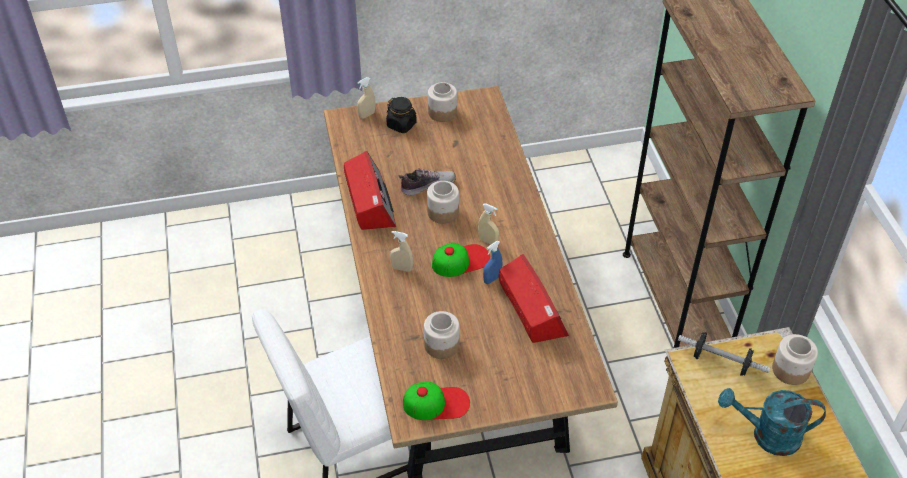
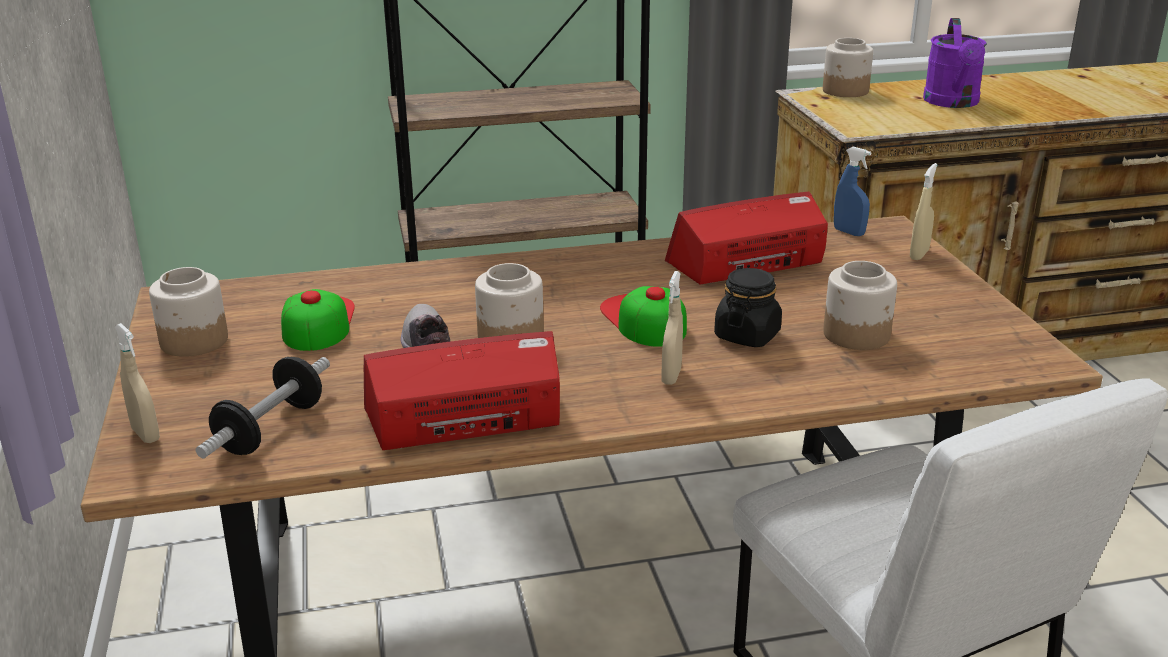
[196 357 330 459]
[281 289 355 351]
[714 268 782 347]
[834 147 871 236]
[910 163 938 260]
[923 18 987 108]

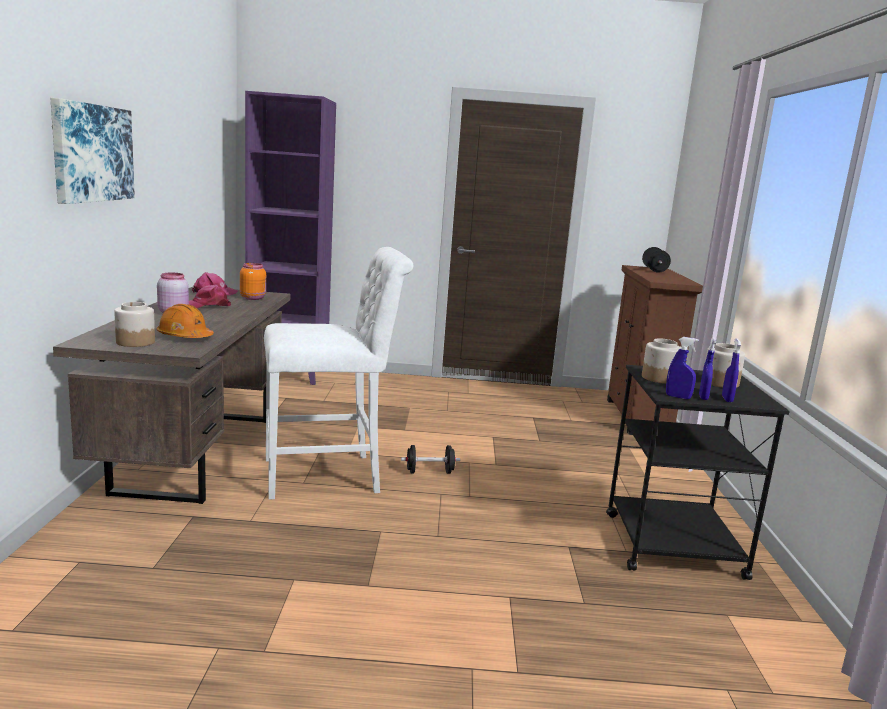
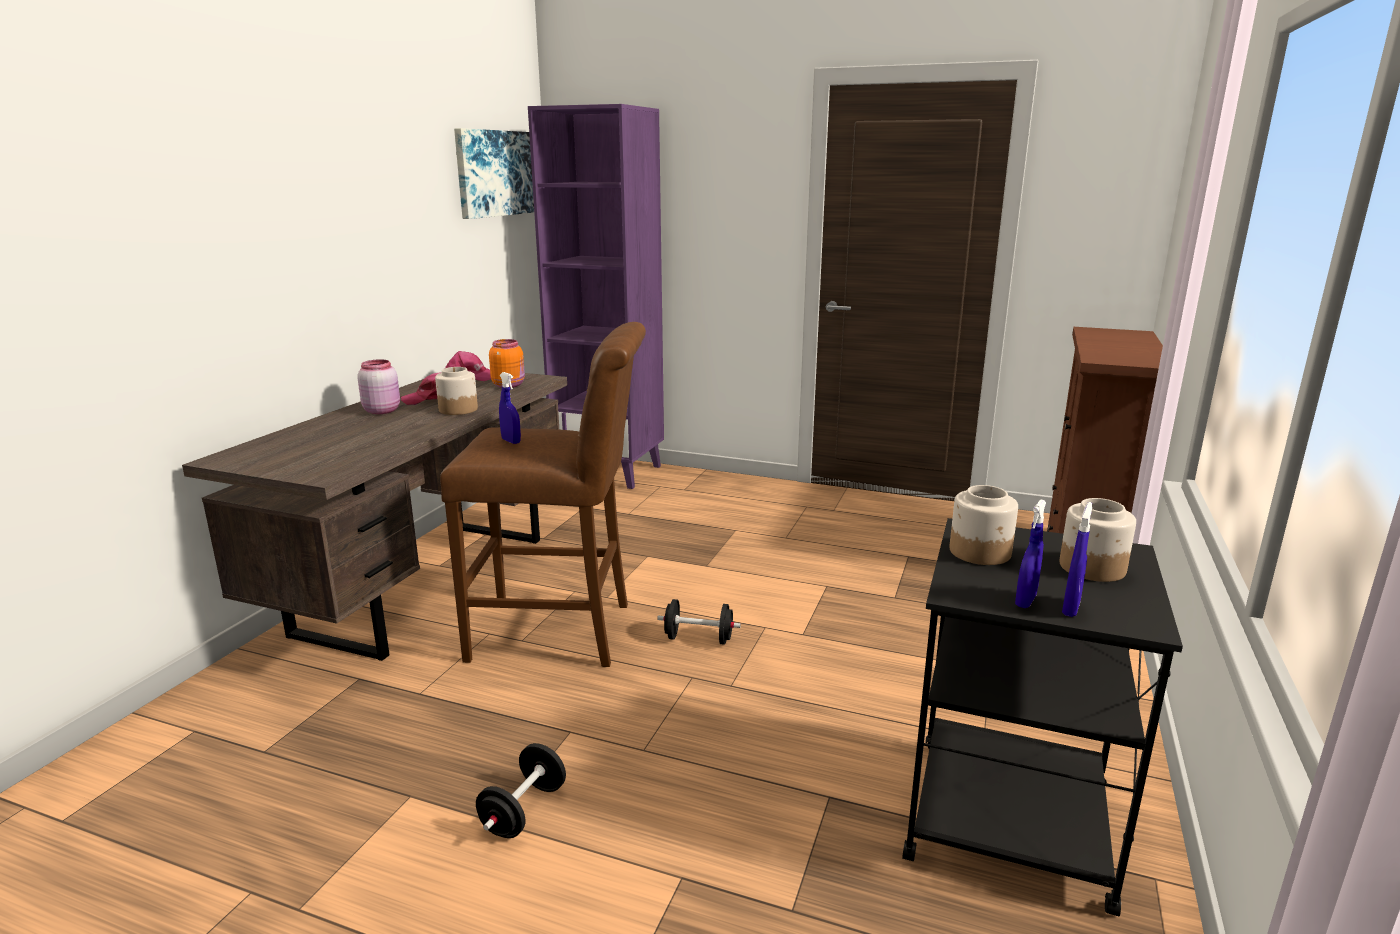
[435 367 478 415]
[440 322 646 667]
[454 128 534 219]
[476 743 566 838]
[499 372 521 444]
[157 304 214 338] (first image)

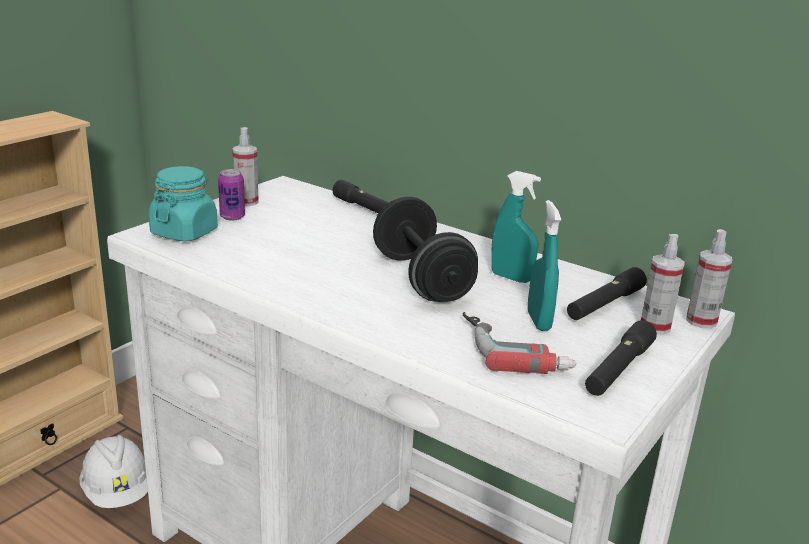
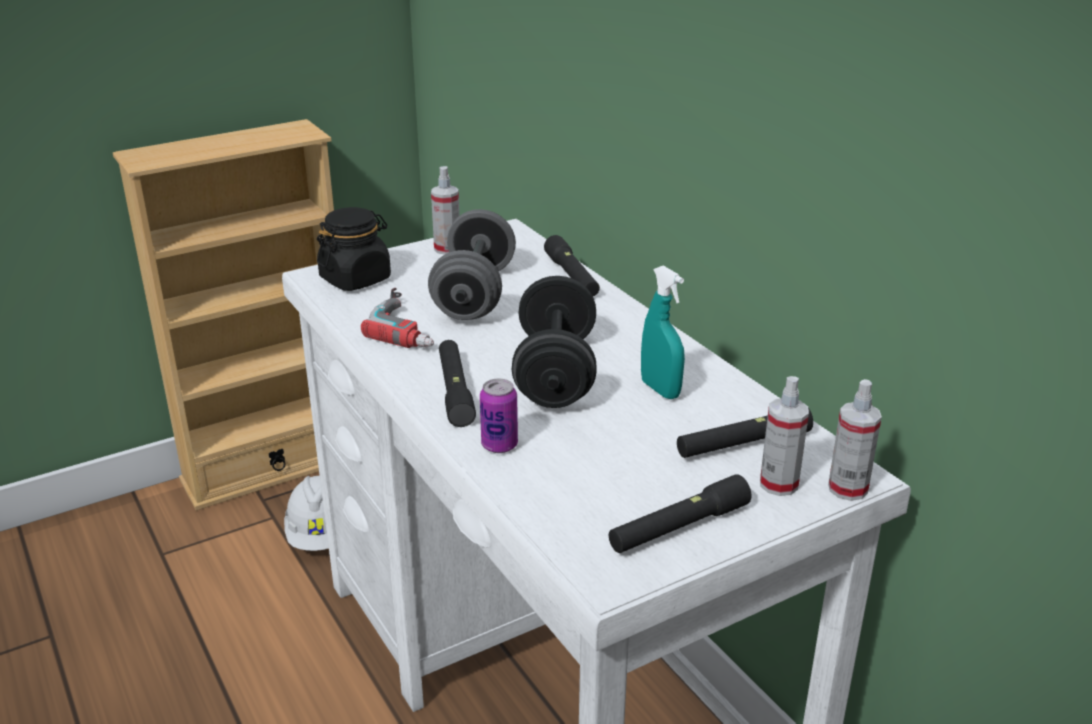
[317 207 391 291]
[361 288 434 348]
[428 209 516 320]
[439 340 476 427]
[480 379 518 453]
[528 200 561 331] (first image)

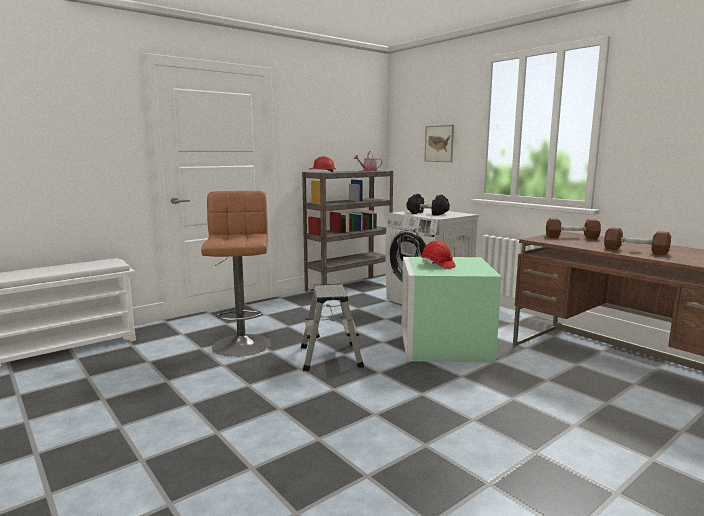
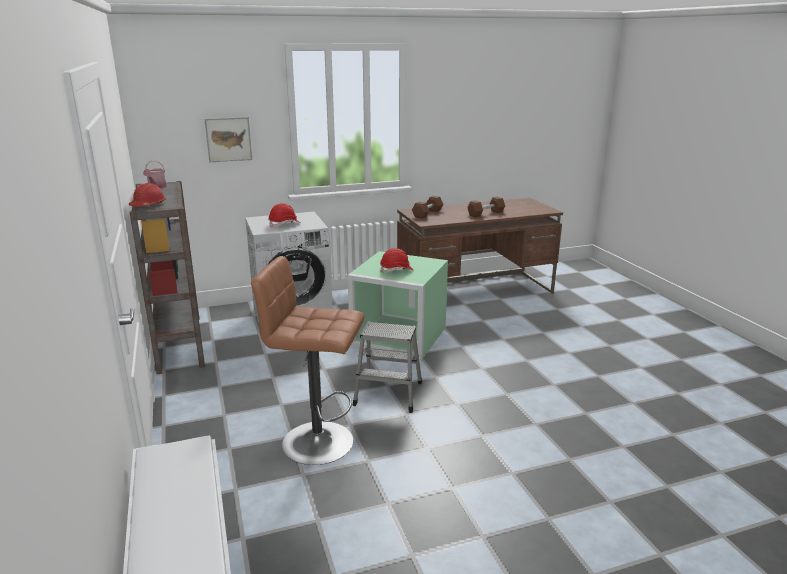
[268 203 299 227]

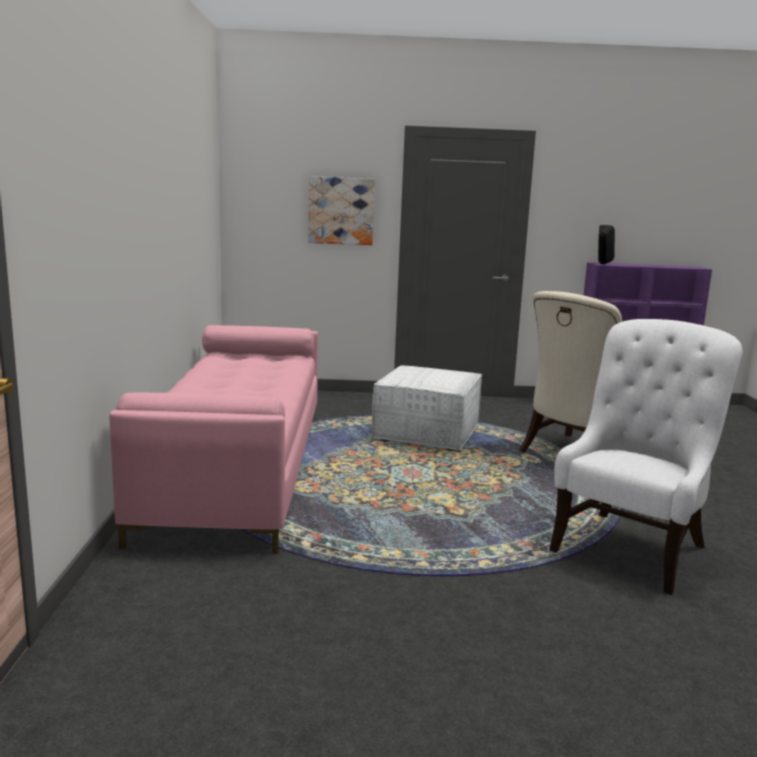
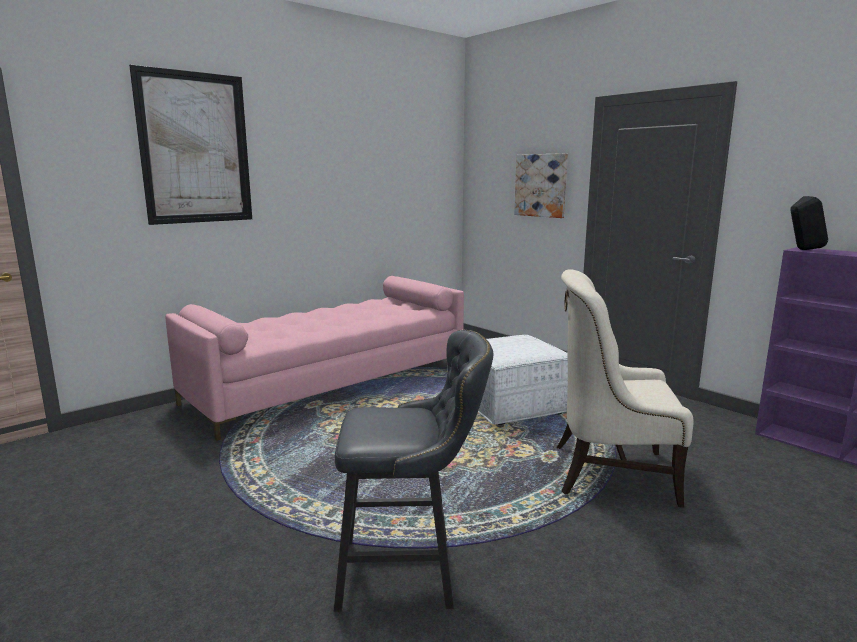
[129 65 252 225]
[334 330 493 612]

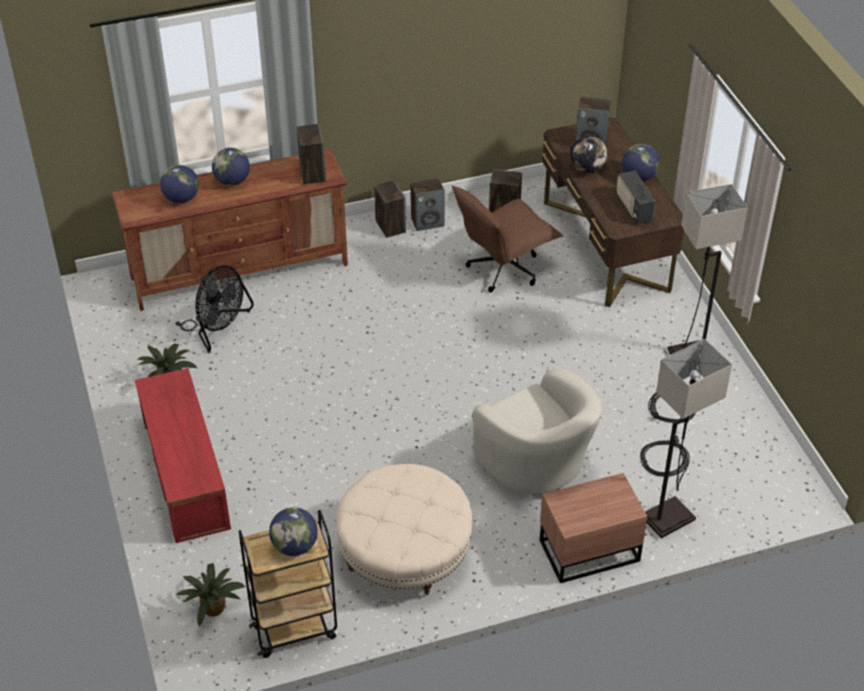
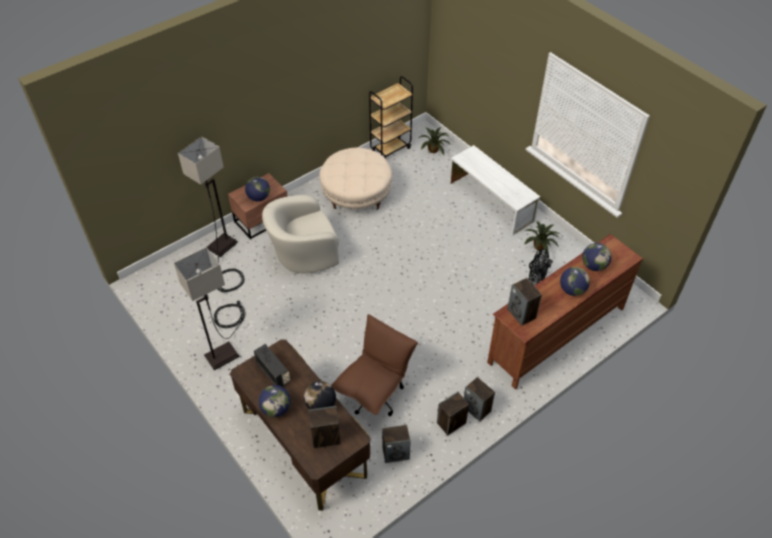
[245 177 270 201]
[262 195 339 273]
[449 145 540 236]

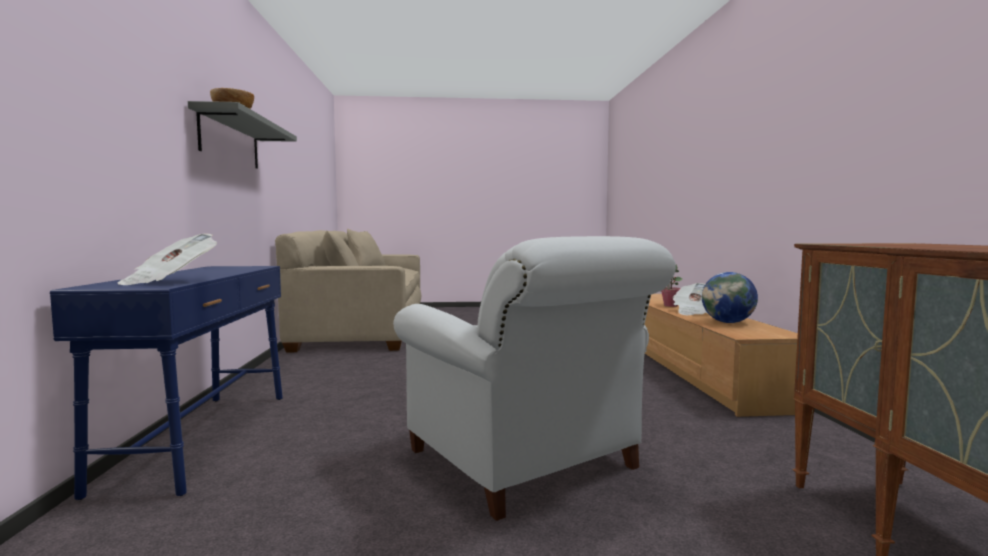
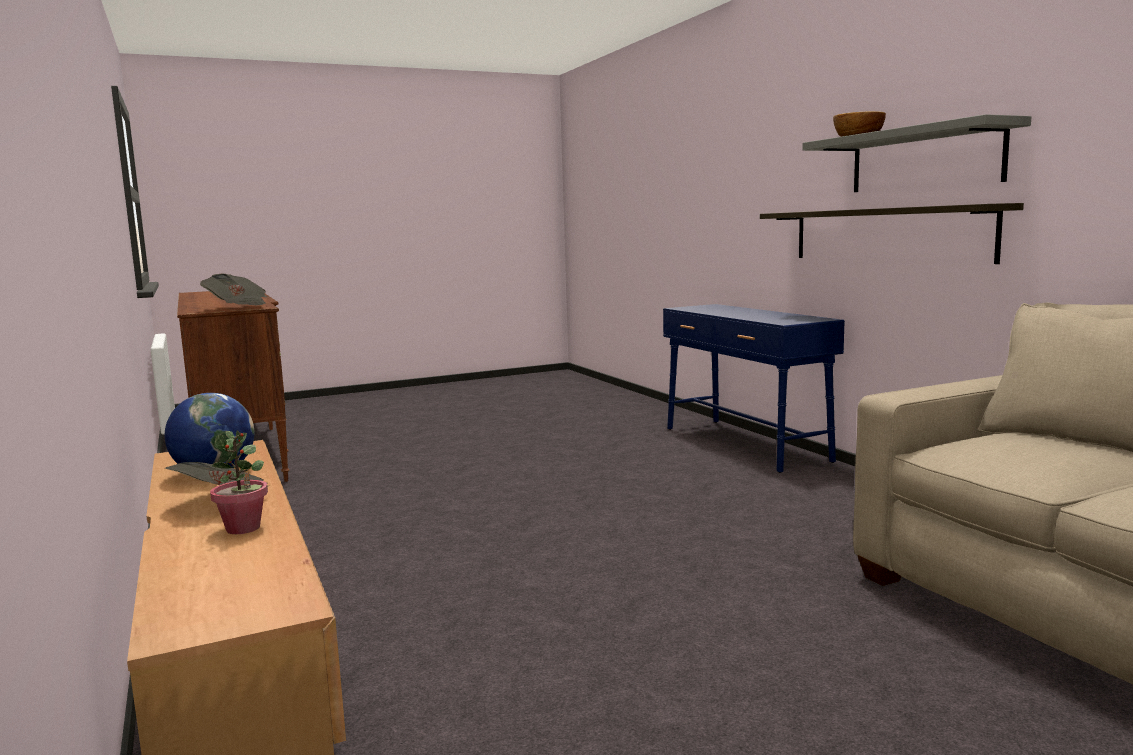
[200 274 267 305]
[760 203 1024 264]
[393 236 676 521] (first image)

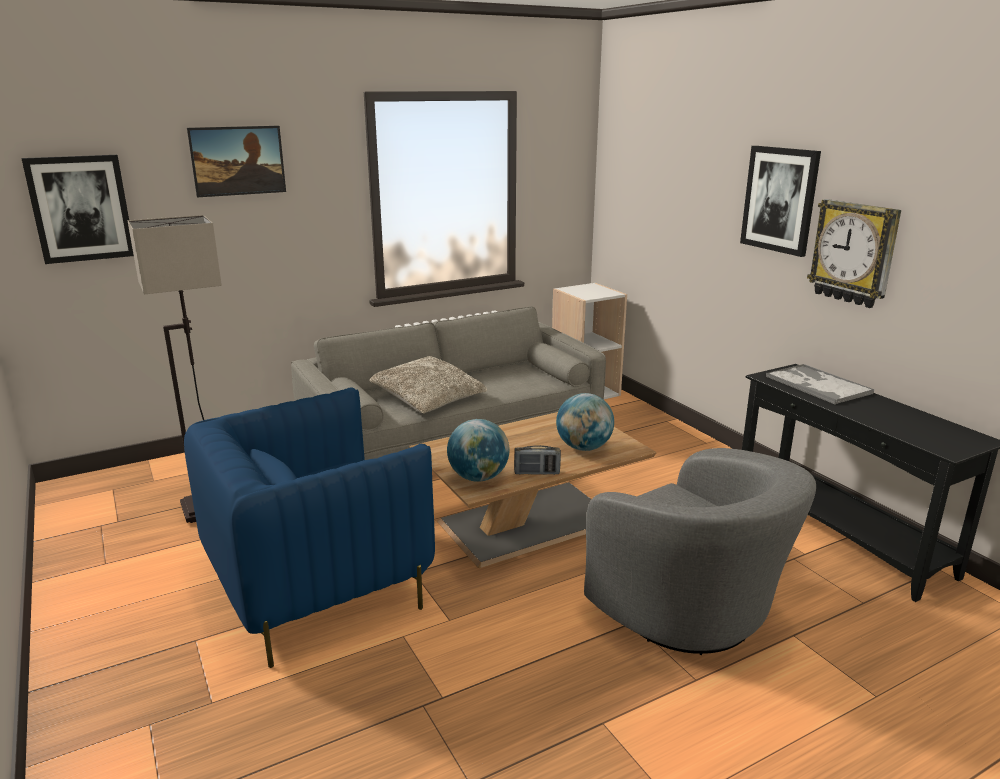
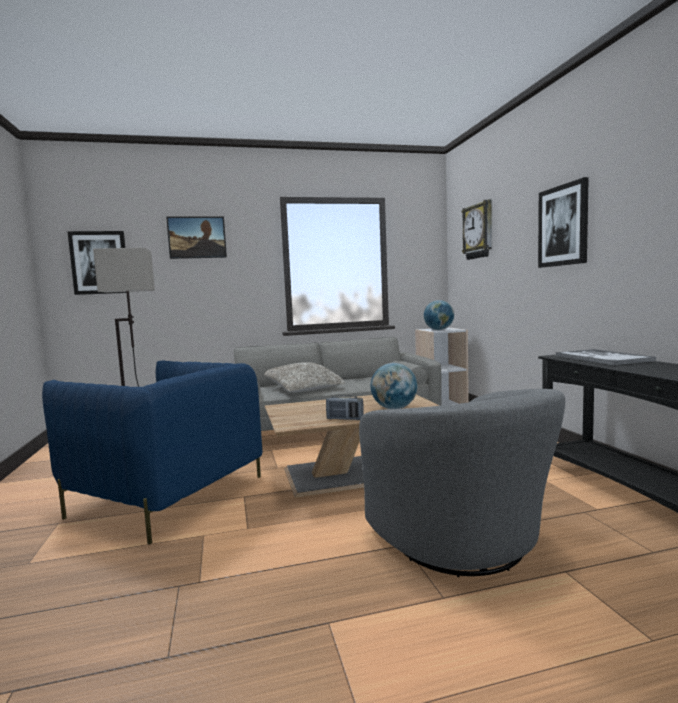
[42 361 262 544]
[424 300 454 330]
[462 199 492 260]

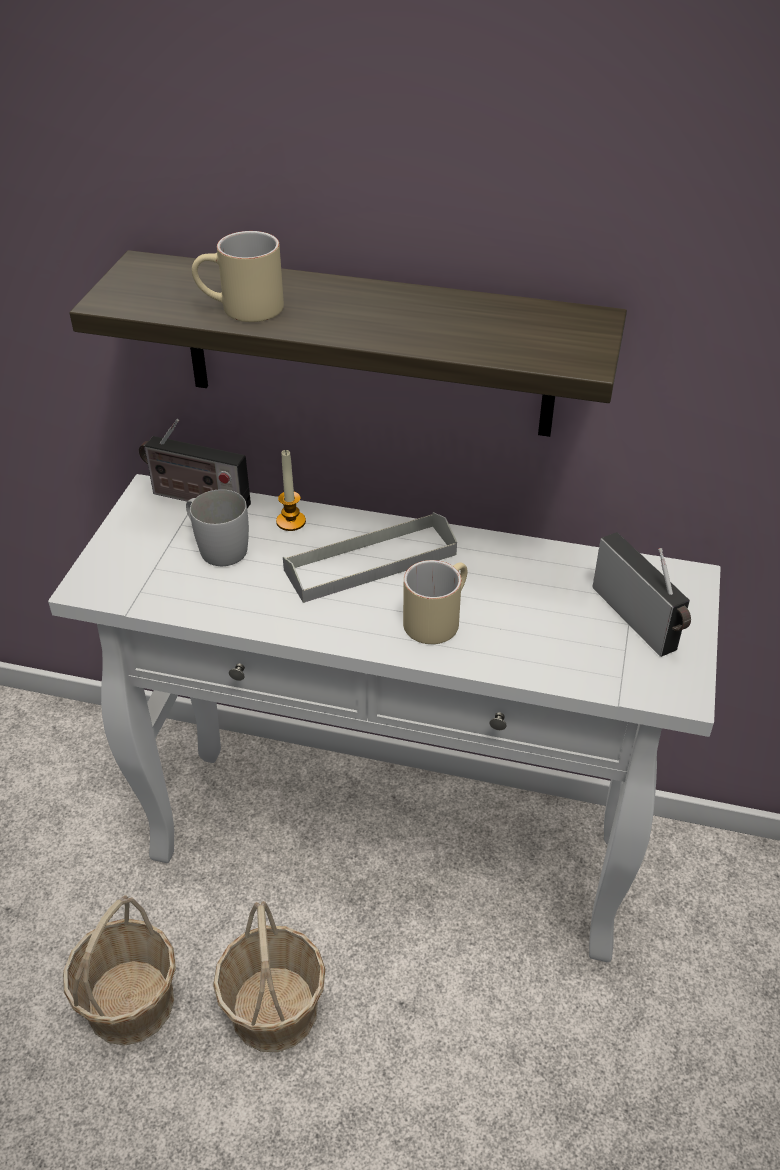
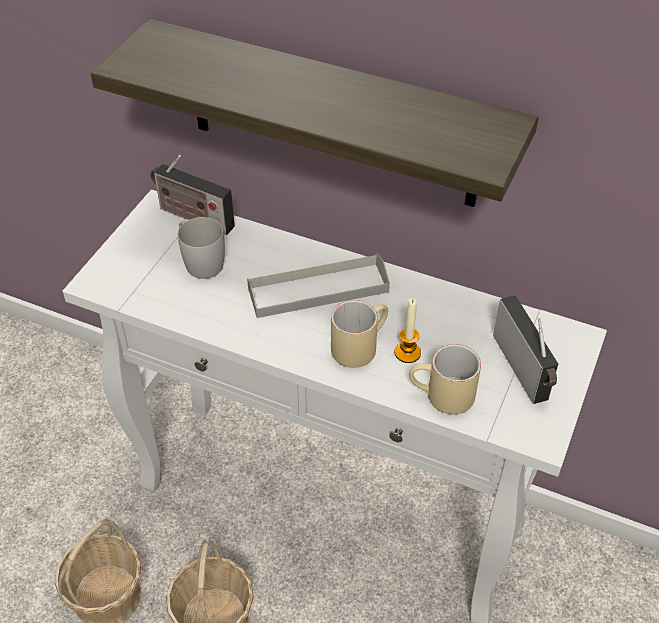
[395 298 421 363]
[409 344 481 414]

